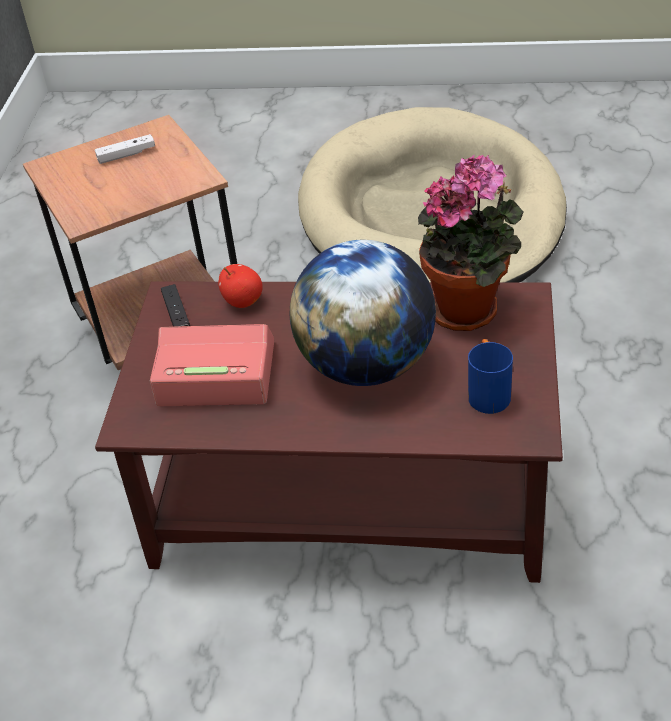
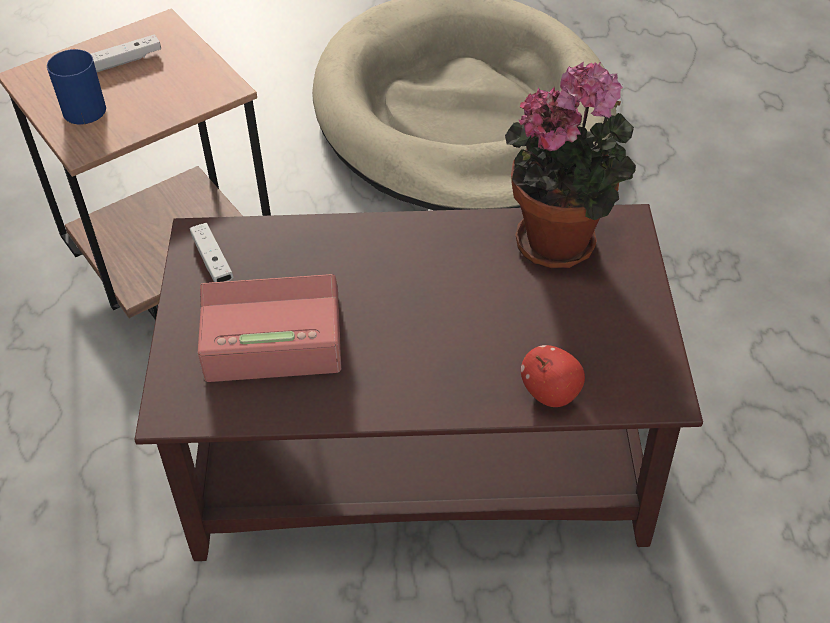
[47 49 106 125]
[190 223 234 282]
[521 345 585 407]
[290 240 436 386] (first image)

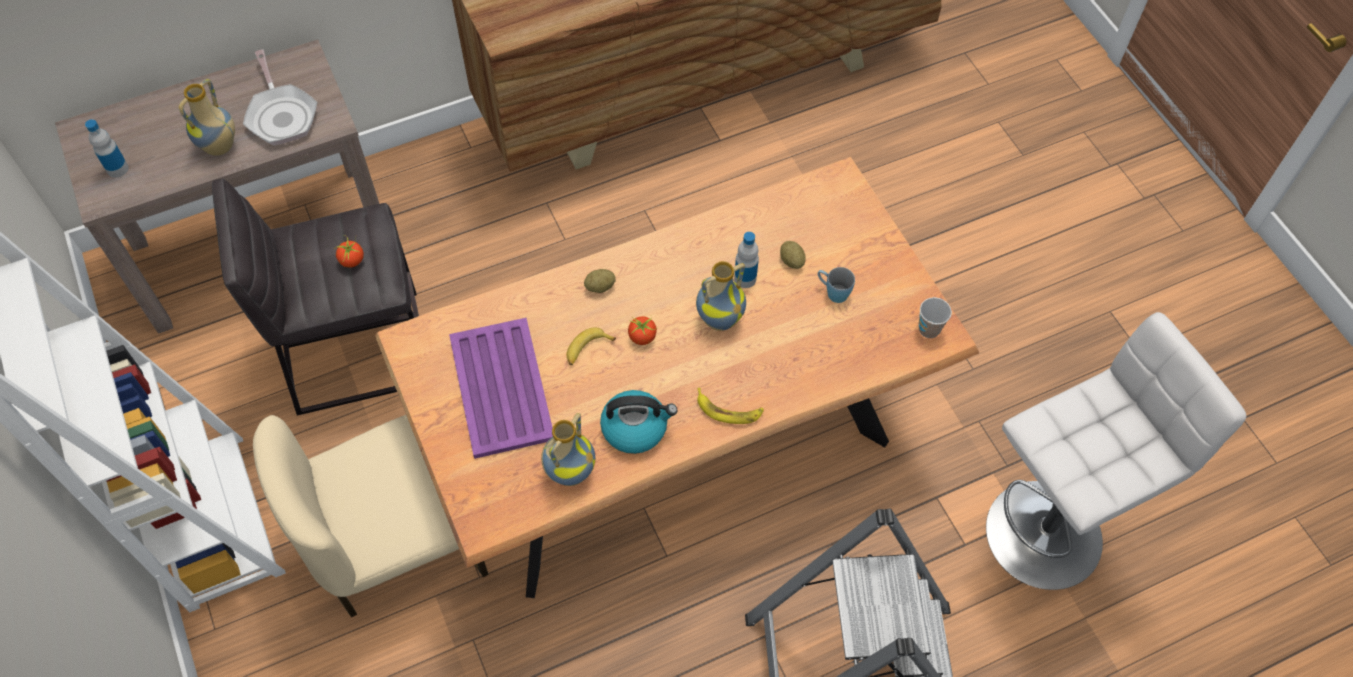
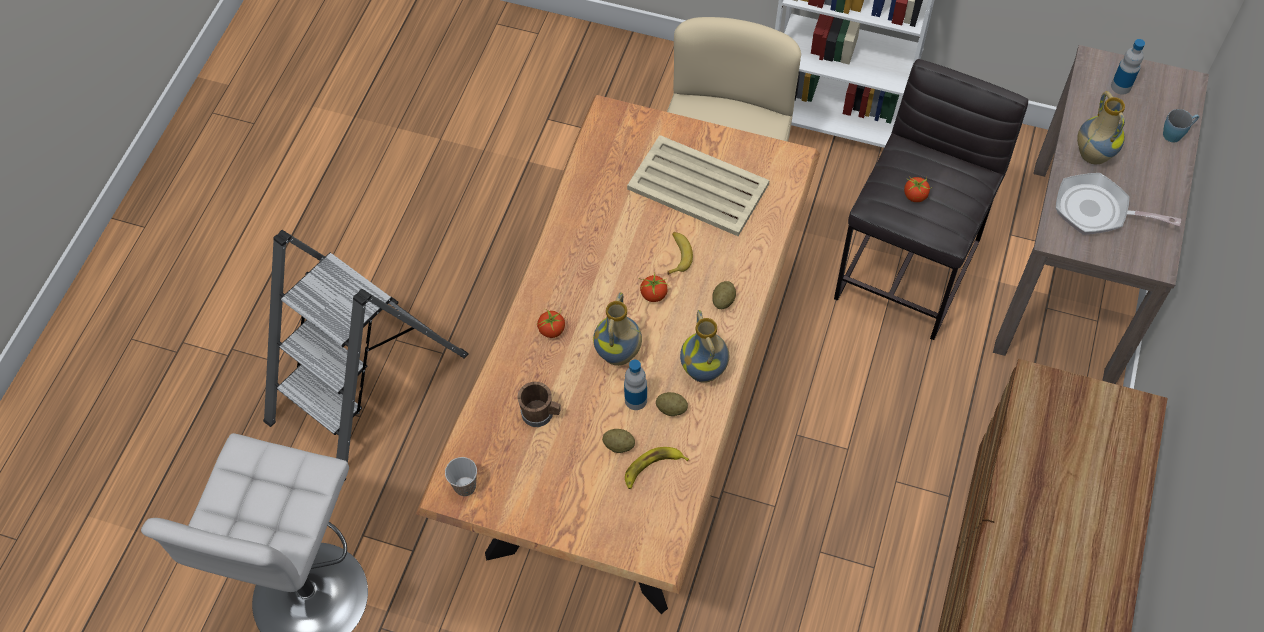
[518 382 561 427]
[537 308 566 338]
[625 447 689 489]
[627 135 769 236]
[656 392 688 416]
[680 310 729 383]
[1163 109 1199 143]
[600 390 677 454] (first image)

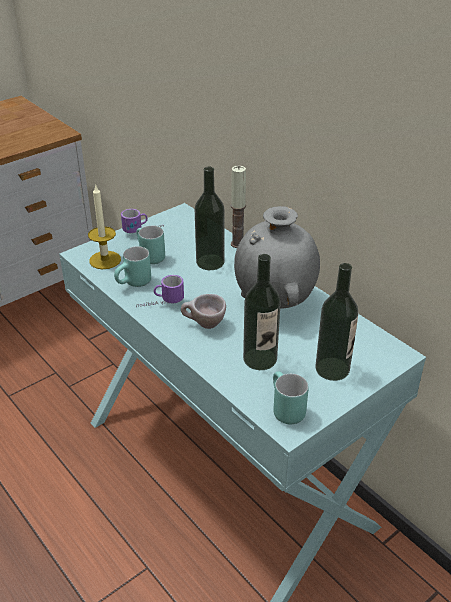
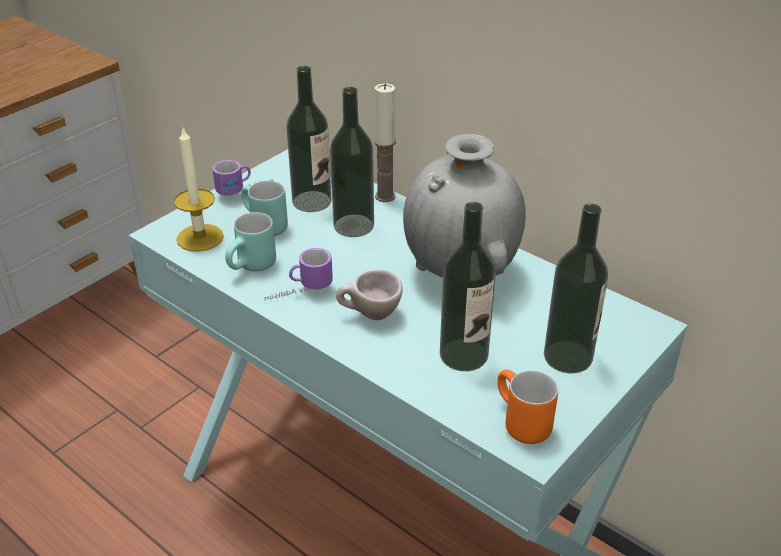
[287 66 331 212]
[497 369 558 444]

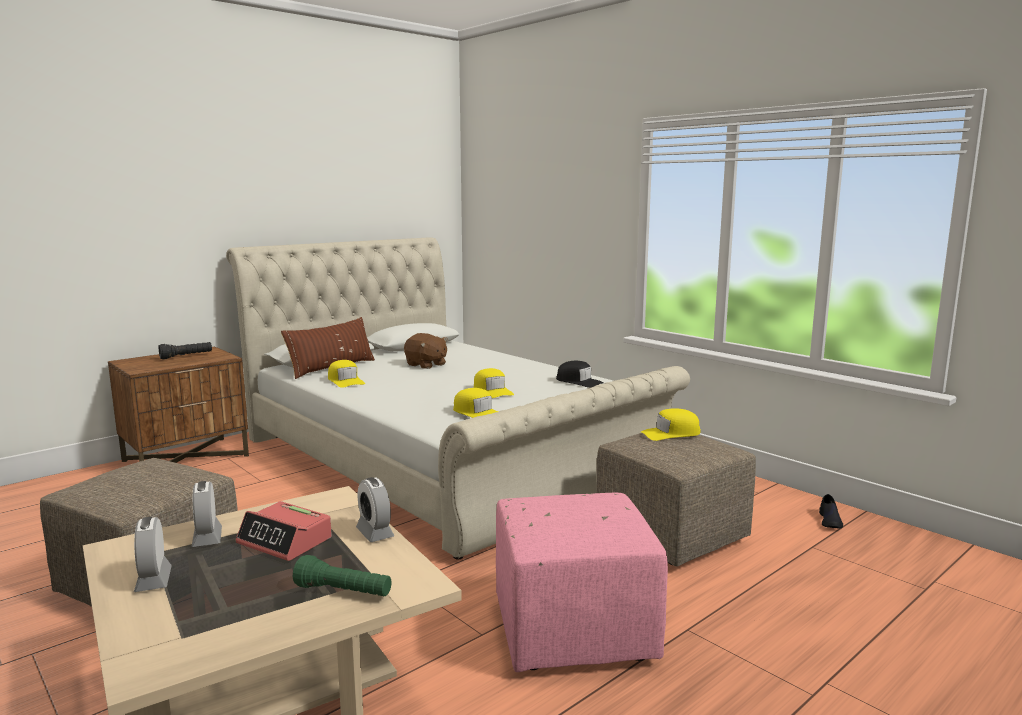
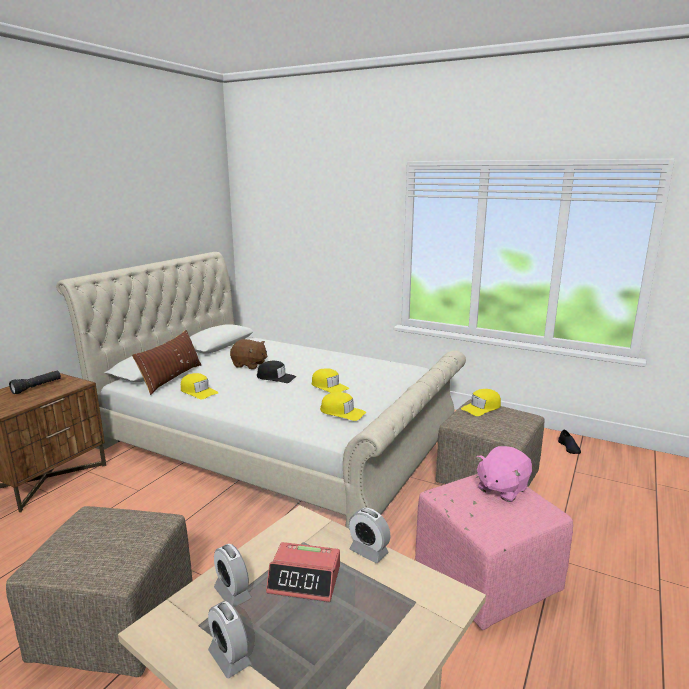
[257 361 296 383]
[476 446 532 502]
[293 555 392 596] (first image)

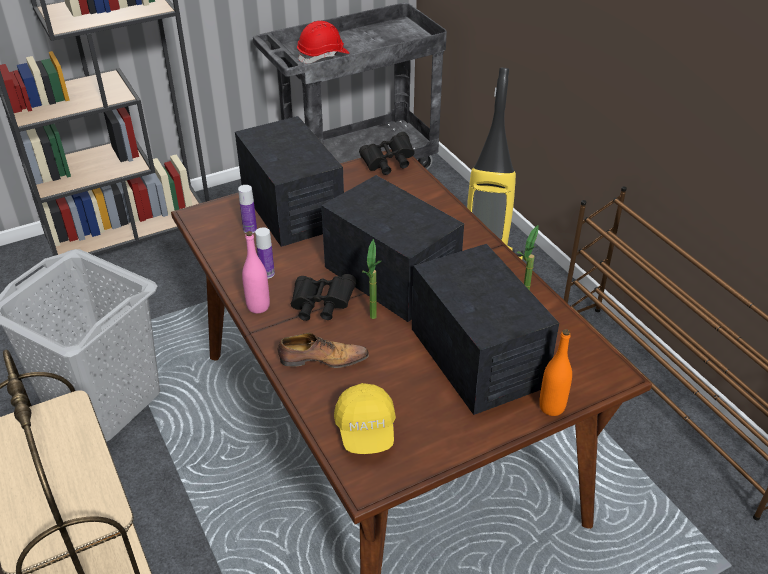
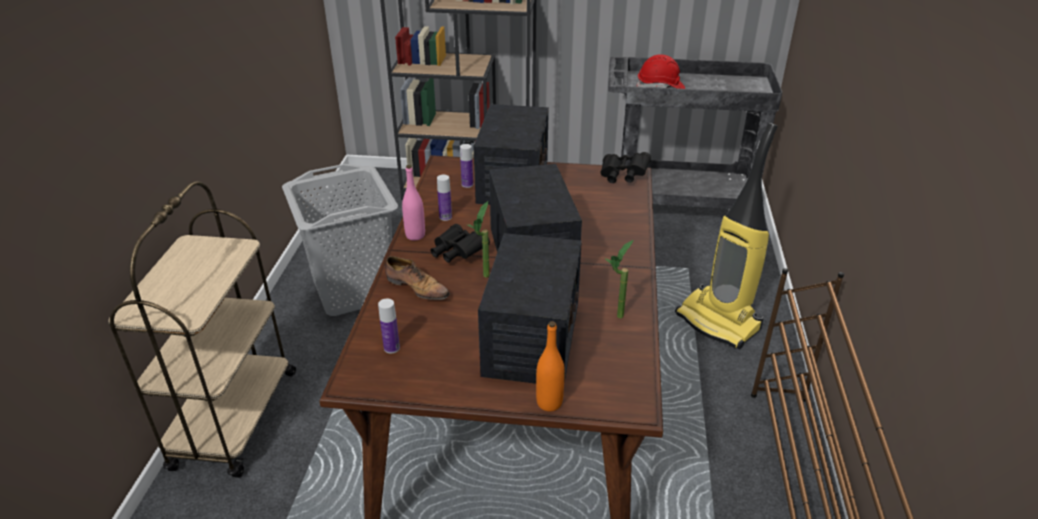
[378 299 400 353]

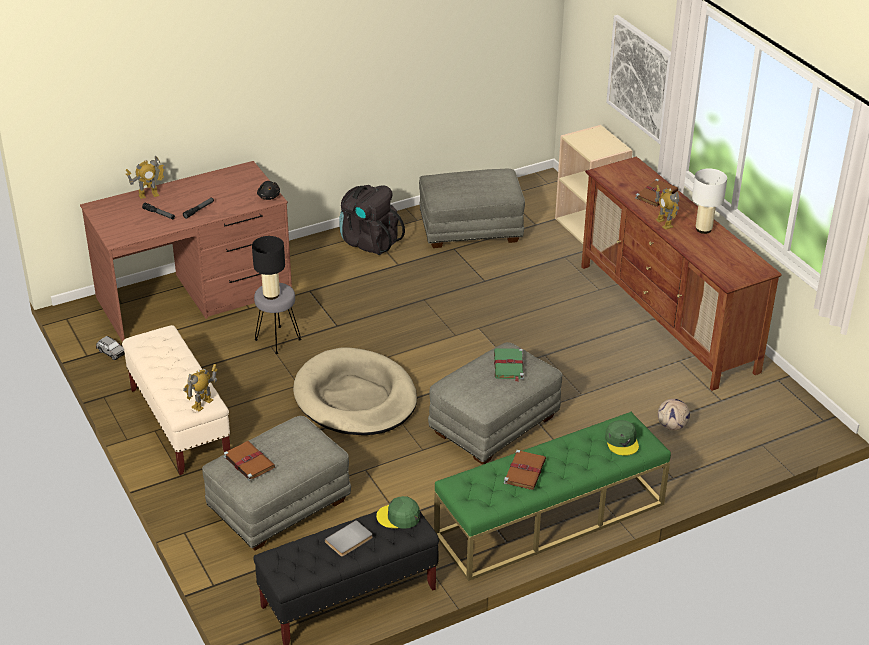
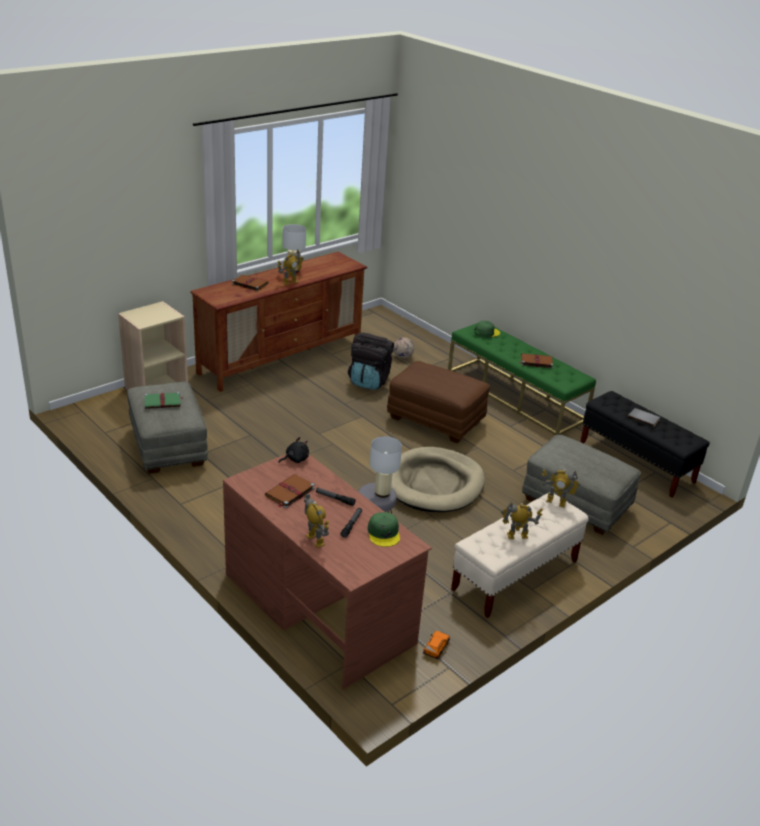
[145 392 183 409]
[265 474 315 508]
[348 332 394 390]
[368 512 400 547]
[370 436 402 498]
[387 361 490 443]
[423 631 450 659]
[501 501 543 539]
[606 15 671 145] (first image)

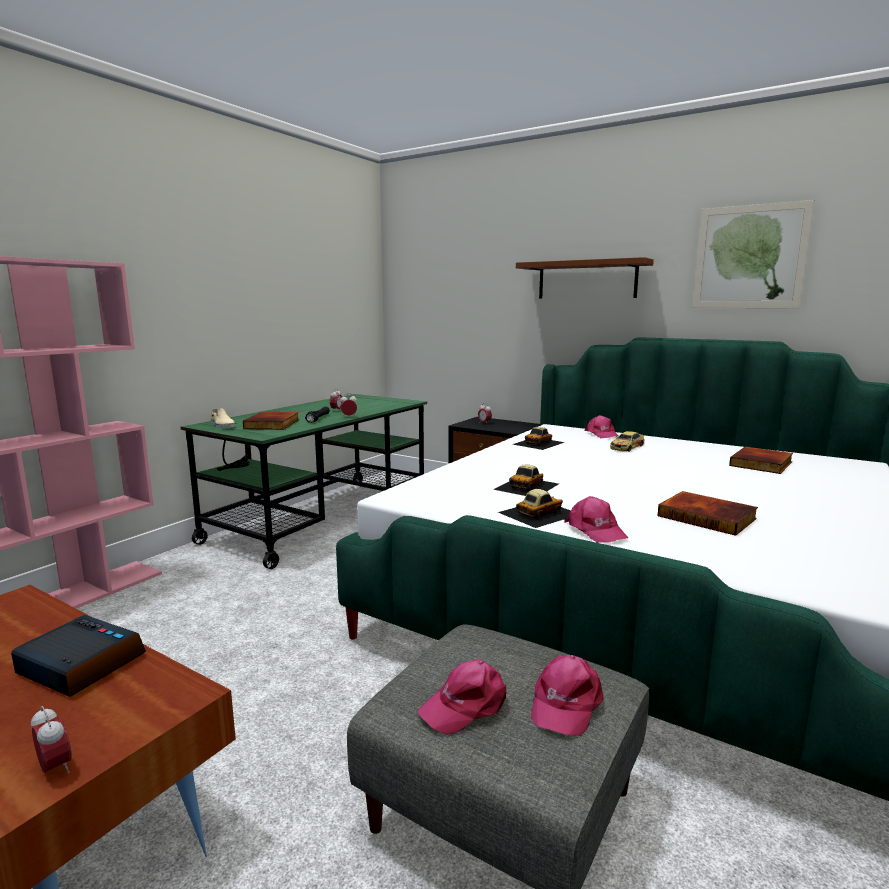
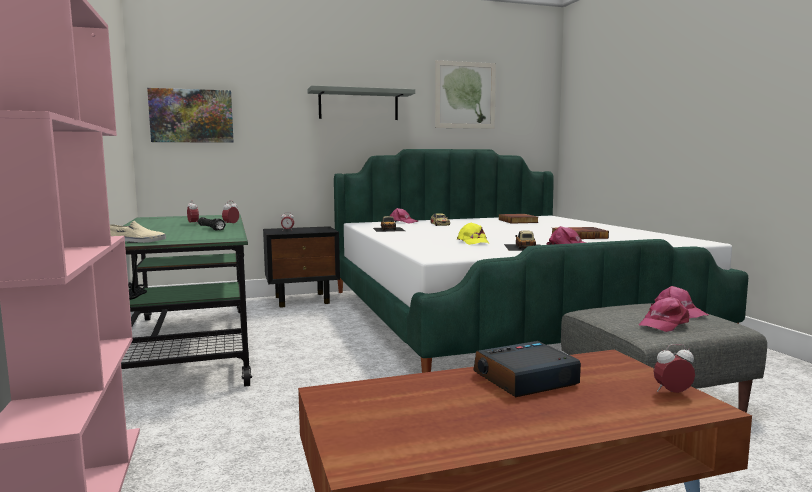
[147 88 234 143]
[307 85 415 120]
[457 223 489 245]
[639 297 689 332]
[243 412 299 430] (first image)

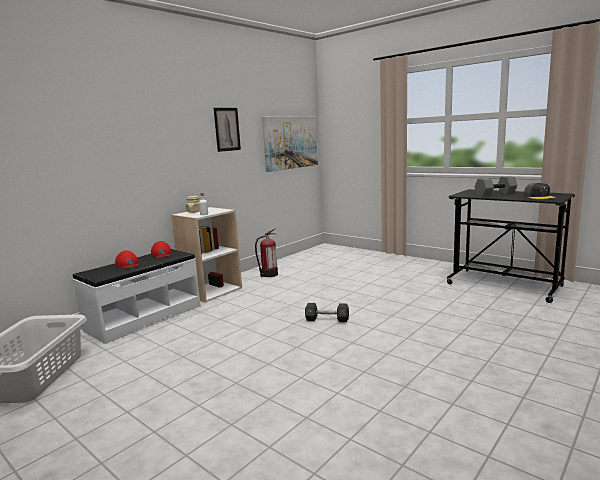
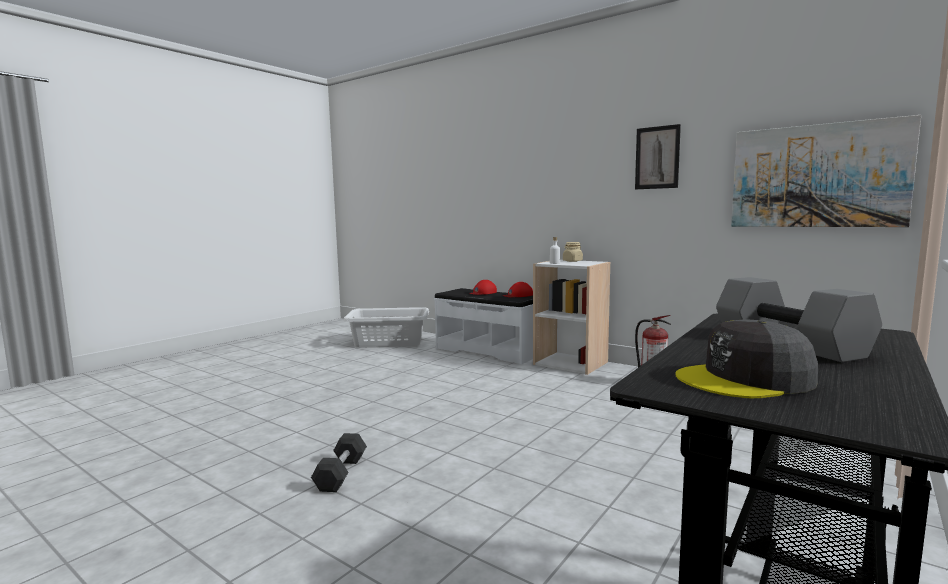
[311 433 367 492]

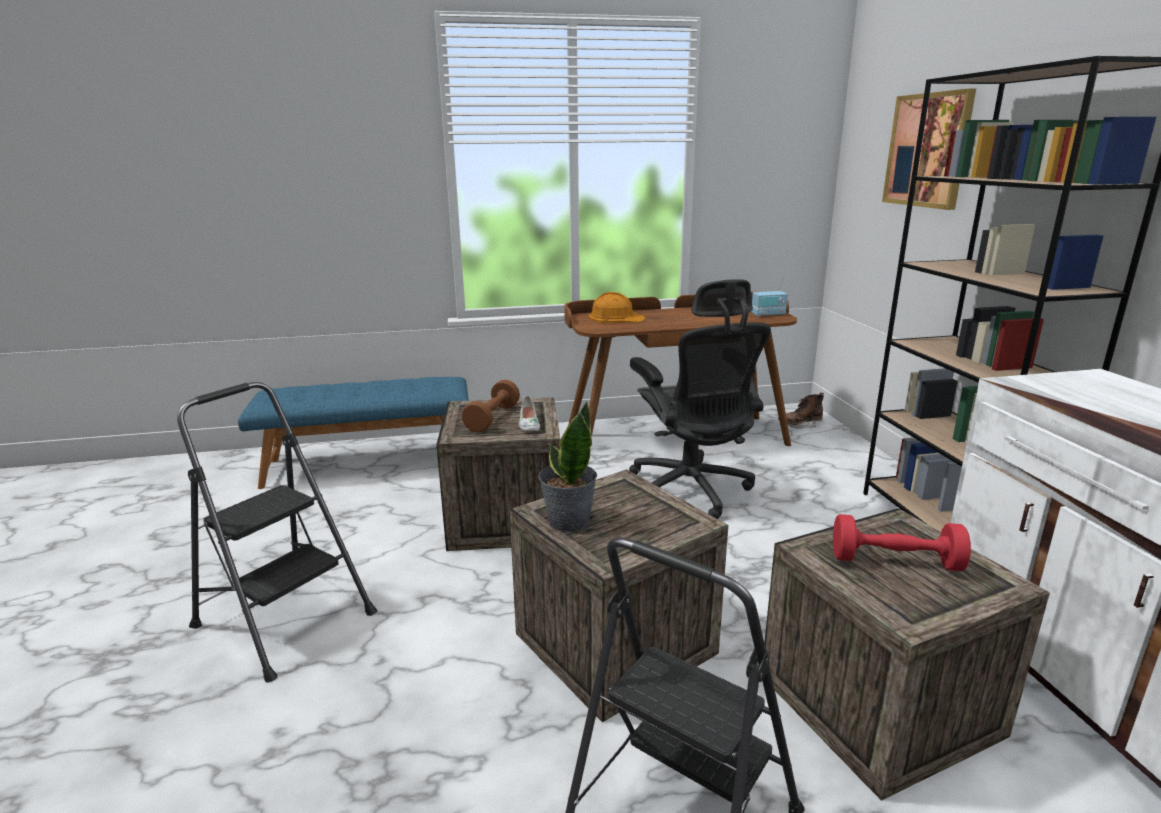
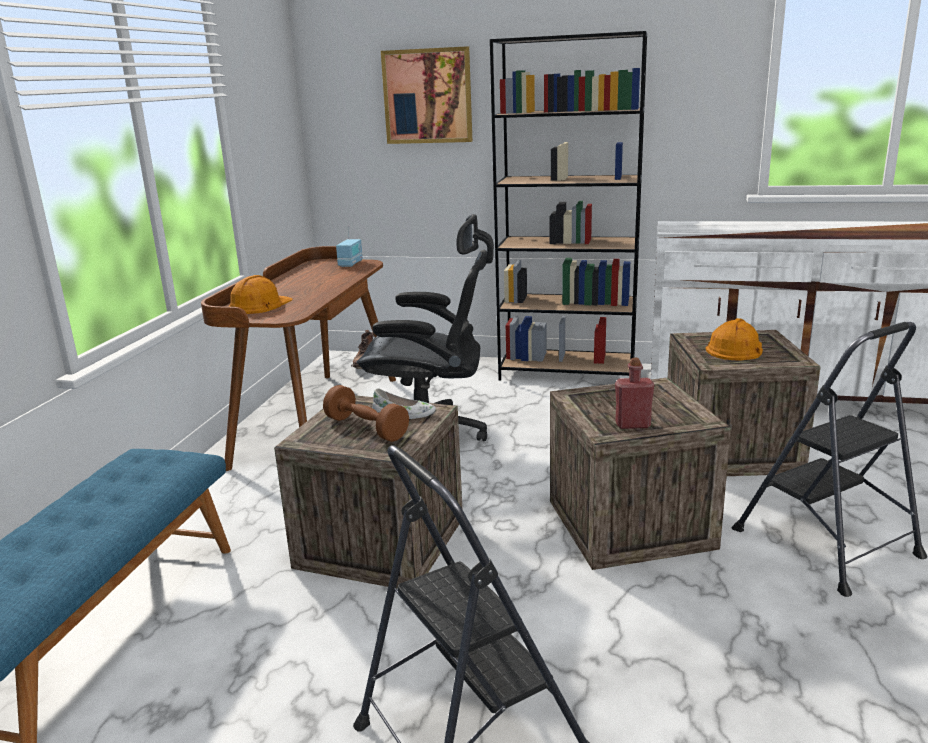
[615 358 654 429]
[706 318 763 360]

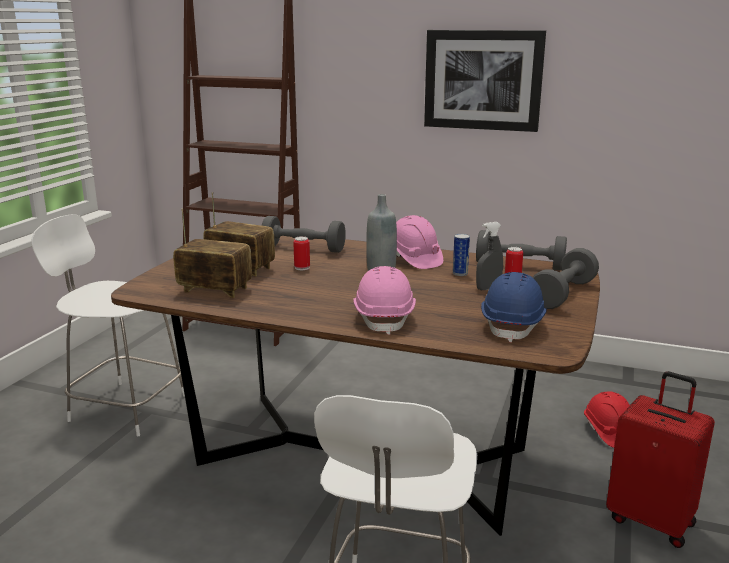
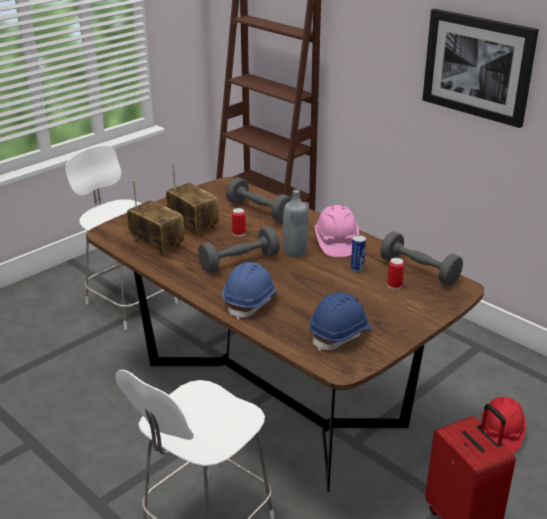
[198 226 280 273]
[222 262 277 320]
[476 222 503 290] (first image)

